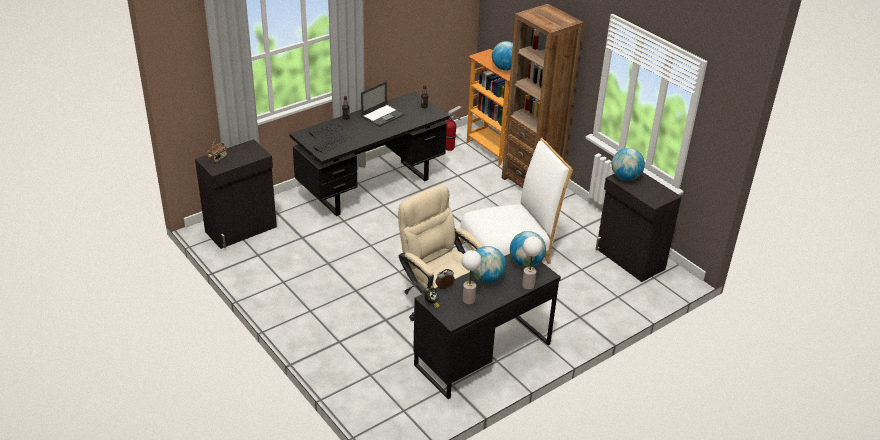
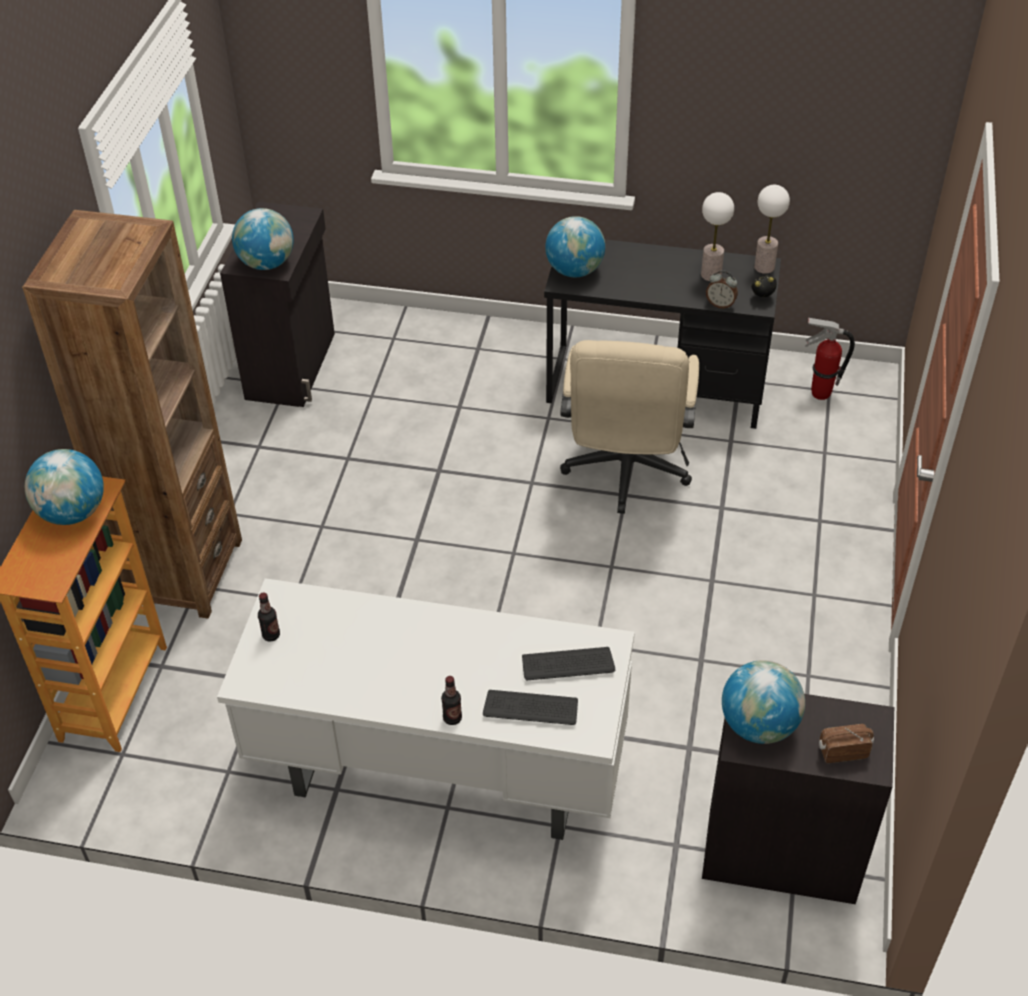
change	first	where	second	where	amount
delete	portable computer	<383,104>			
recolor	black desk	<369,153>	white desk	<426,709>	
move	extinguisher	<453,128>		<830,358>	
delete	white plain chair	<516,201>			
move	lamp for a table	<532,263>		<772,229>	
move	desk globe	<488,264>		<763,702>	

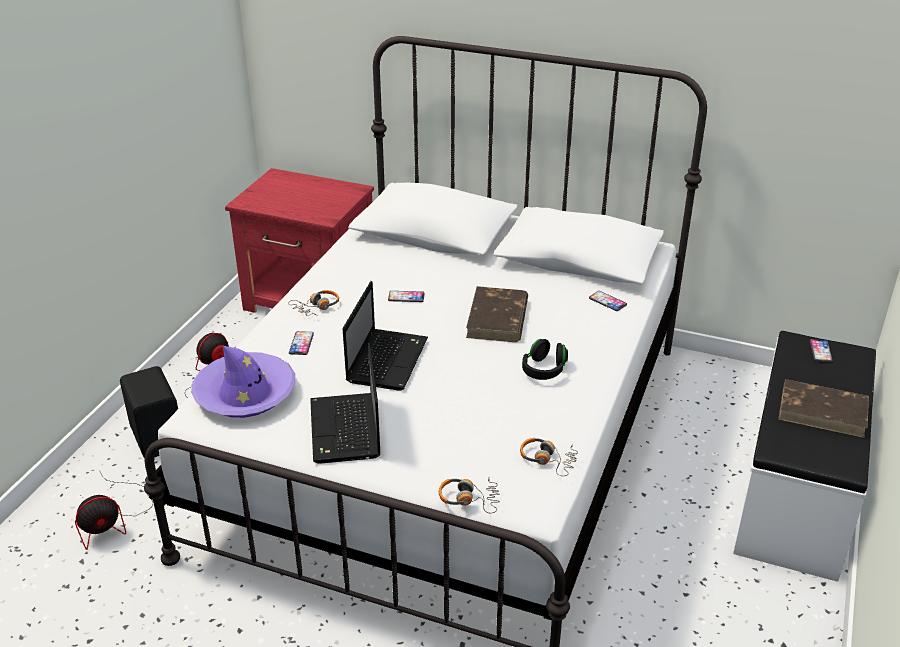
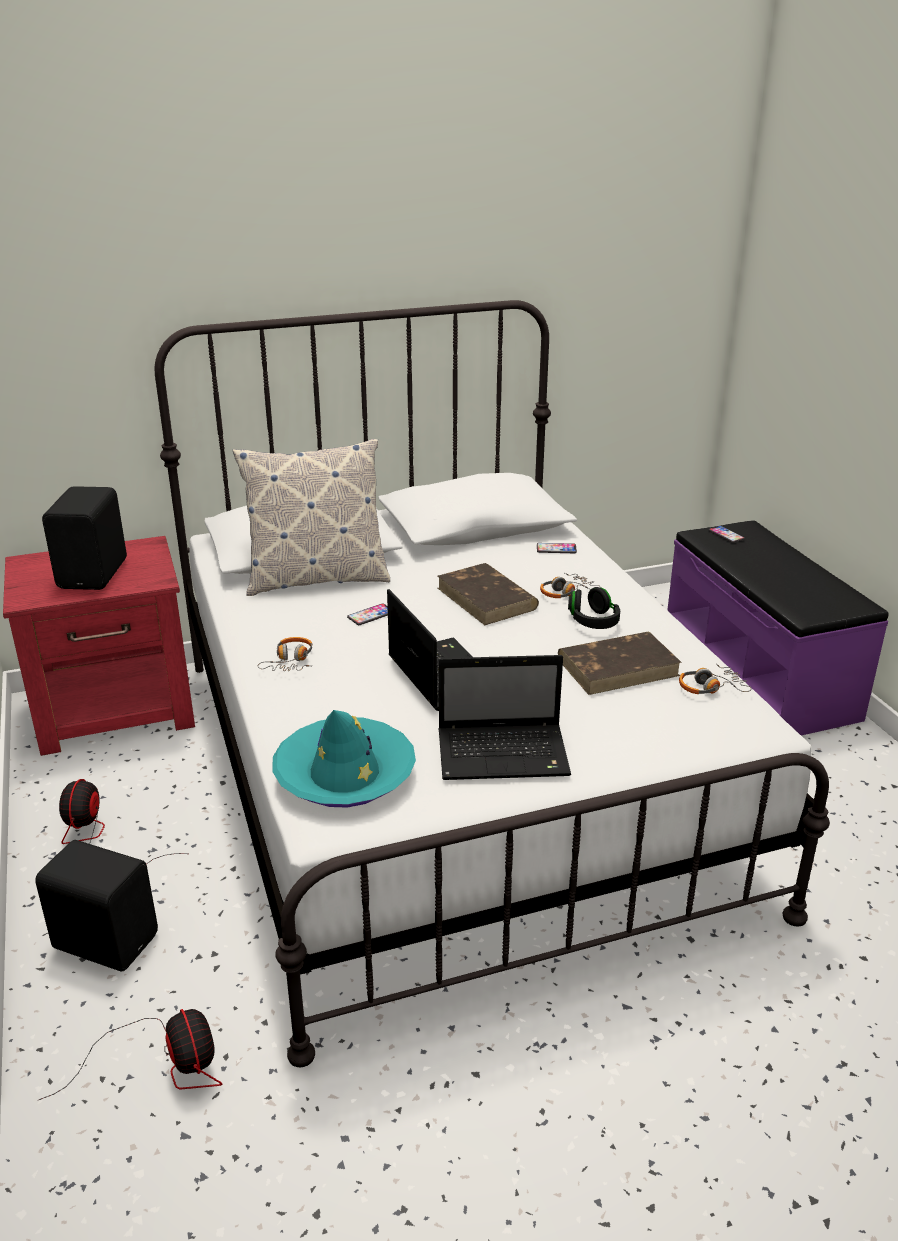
change	first	where	second	where	amount
delete	phone	<301,343>			
recolor	white indoor bench	<804,456>	purplish indoor bench	<778,628>	
rotate	portable computer	<345,403>		<505,717>	45 degrees counterclockwise
recolor	purplish wearable hat	<243,382>	turquoise-coloured wearable hat	<344,759>	
move	brown-coloured book	<823,408>		<620,663>	
rotate	cooling fan	<114,511>		<130,1054>	45 degrees counterclockwise
move	headset	<469,495>		<570,585>	
insert			pillow	<311,517>	
insert			black loudspeaker	<84,538>	

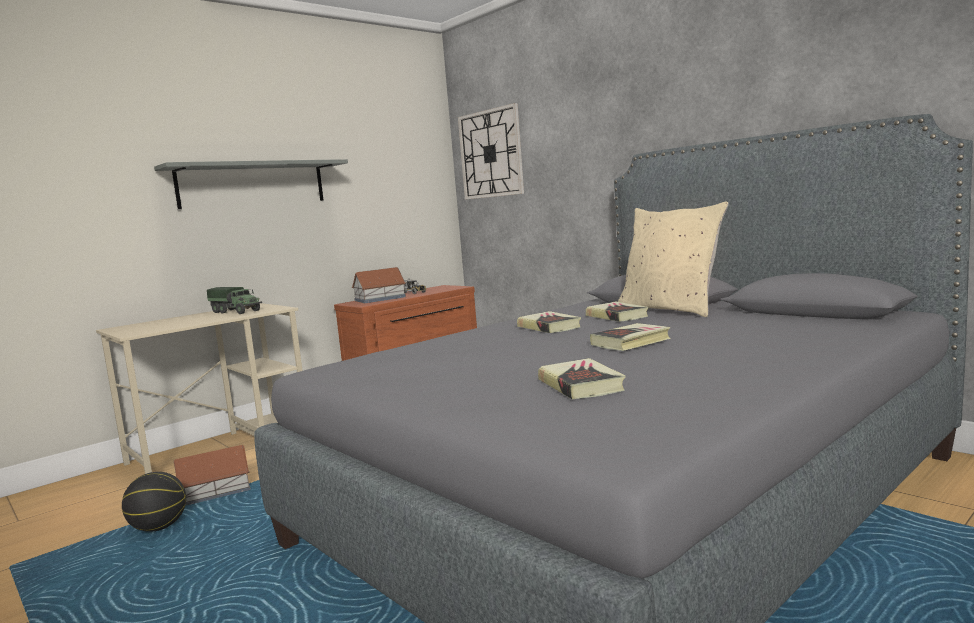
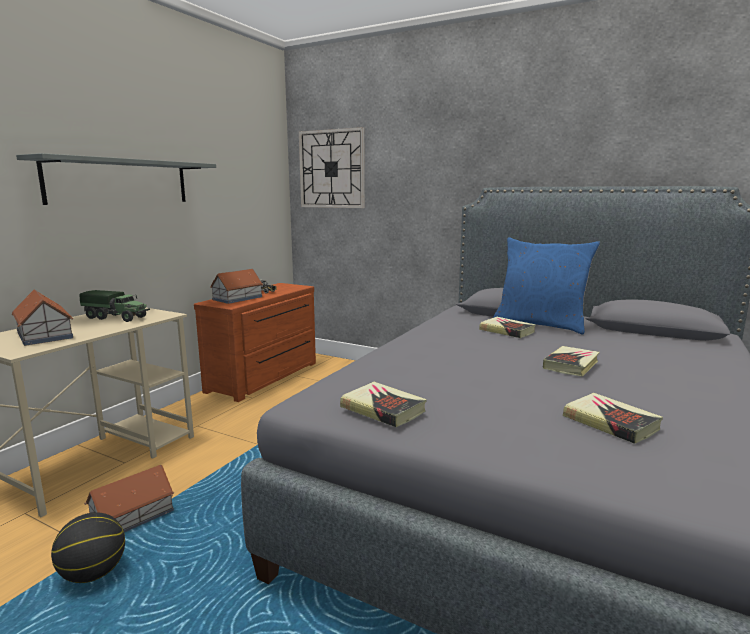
change	first	where	second	where	amount
recolor	sand-coloured pillow	<673,259>	blue pillow	<546,285>	
move	book	<549,322>		<383,404>	
insert			model house	<42,317>	

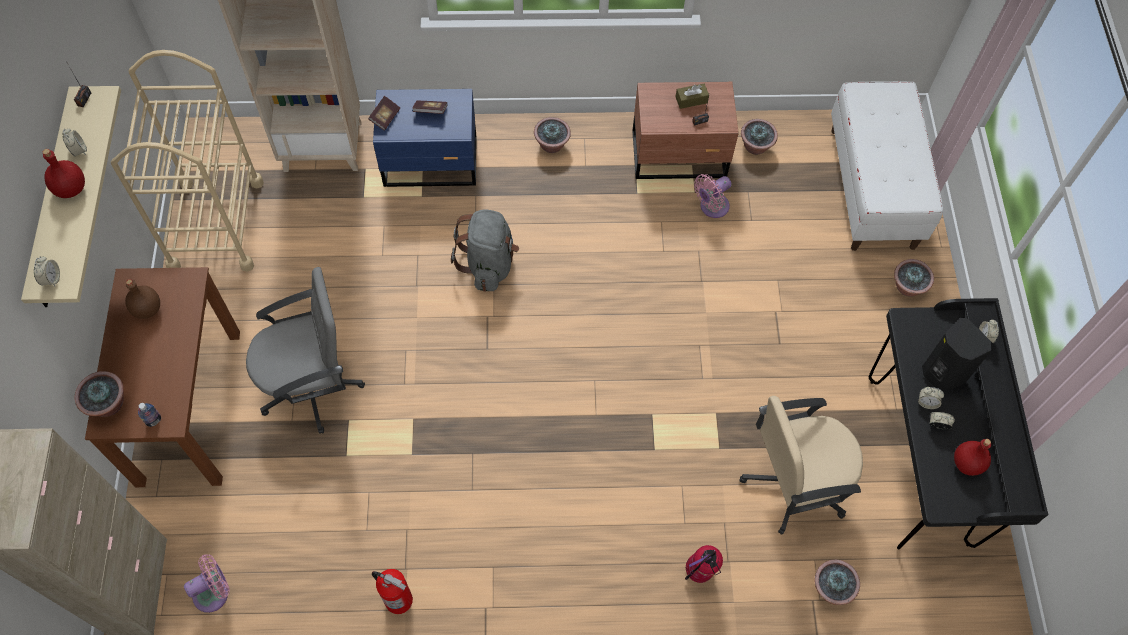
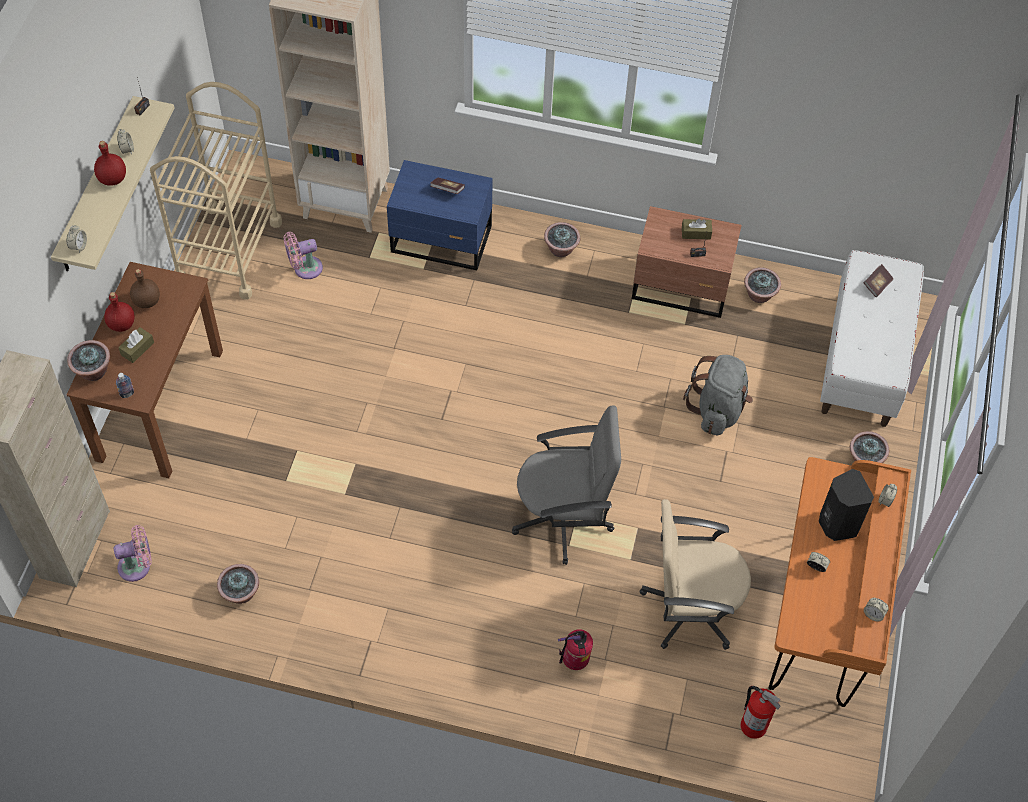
change	first	where	second	where	amount
move	book	<384,113>		<878,280>	
move	pink cooling fan	<713,196>		<303,255>	
move	greyish knapsack	<485,250>		<718,395>	
move	greyish computer chair	<305,350>		<566,485>	
recolor	black desk	<958,424>	orangey desk	<839,582>	
move	alarm clock	<931,398>		<876,610>	
move	red-coloured bottle	<972,457>		<119,312>	
move	potted plant	<837,582>		<238,584>	
move	extinguisher	<392,591>		<761,712>	
insert			brown-coloured tissue holder	<136,345>	

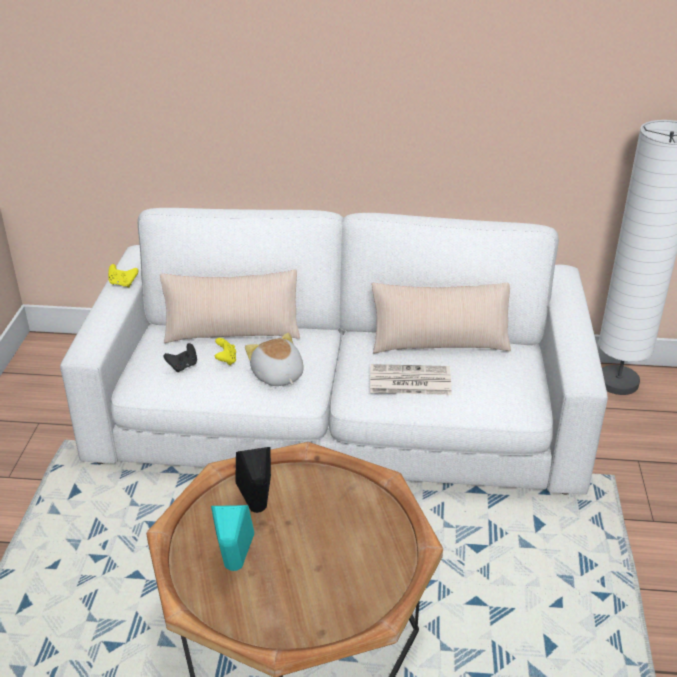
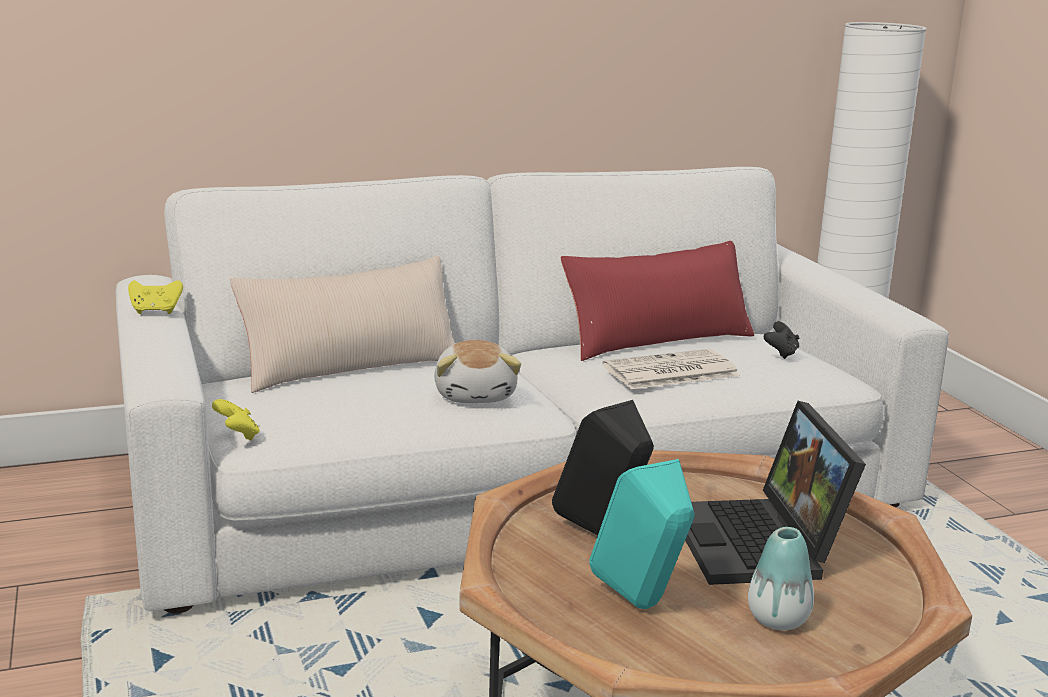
change	first	where	second	where	amount
recolor	sand-coloured pillow	<441,317>	red-coloured pillow	<657,301>	
rotate	plush toy	<274,359>		<477,371>	135 degrees counterclockwise
move	yellowish joypad	<225,352>		<236,420>	
move	black joypad	<180,357>		<781,340>	
insert			portable computer	<775,493>	
insert			decorative vase	<781,578>	

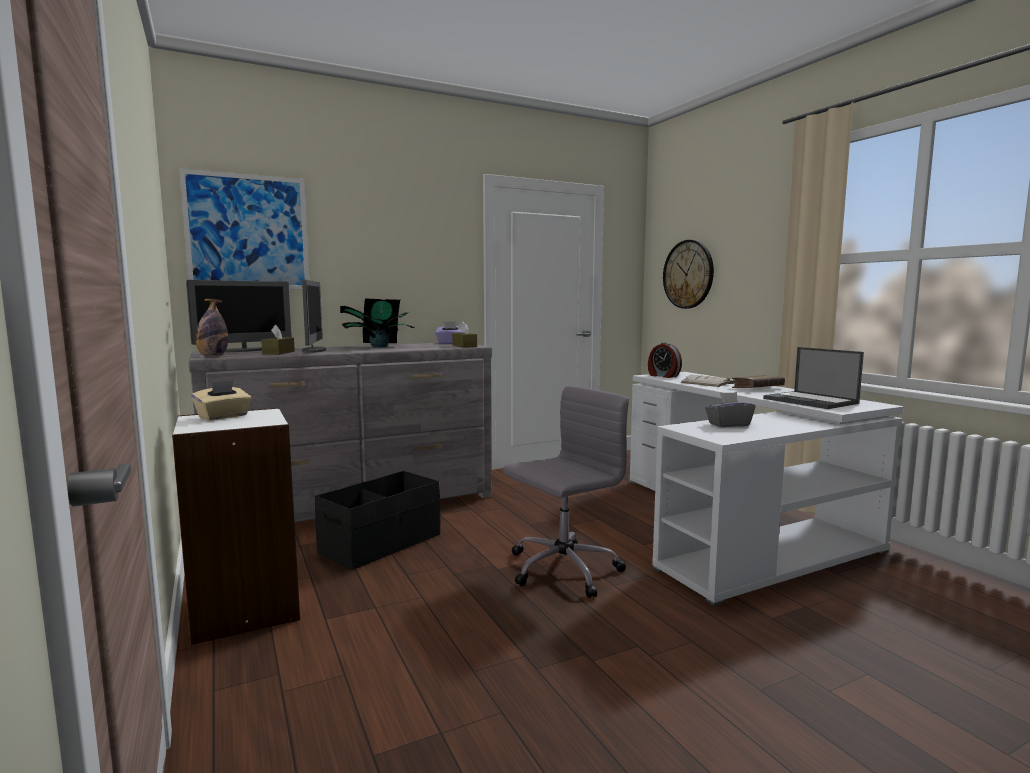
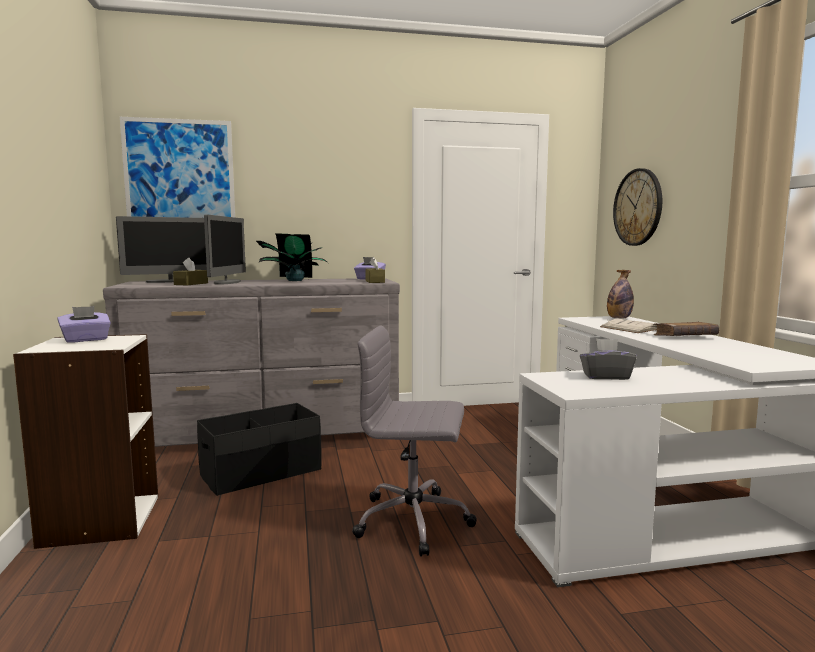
change	first	where	second	where	amount
move	bottle	<212,327>		<620,294>	
delete	alarm clock	<665,360>			
delete	portable computer	<813,378>			
recolor	sand-coloured tissue holder	<221,400>	purplish tissue holder	<84,324>	
rotate	greyish computer chair	<566,492>		<414,440>	150 degrees counterclockwise

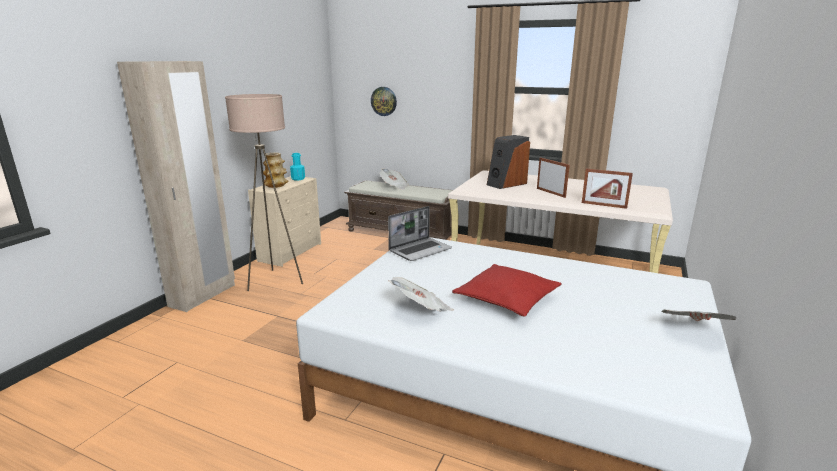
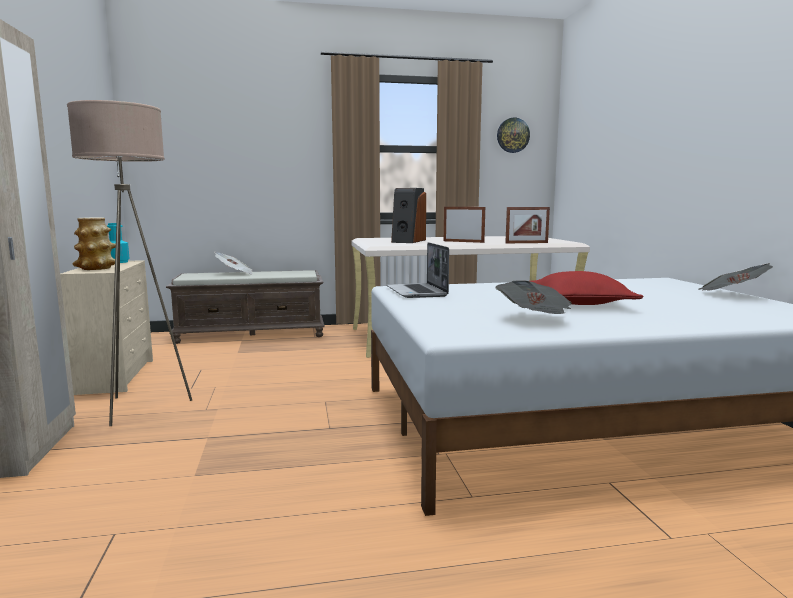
change	first	where	second	where	amount
move	hanging clock	<384,101>		<513,135>	
rotate	portable computer	<420,233>		<417,270>	150 degrees clockwise

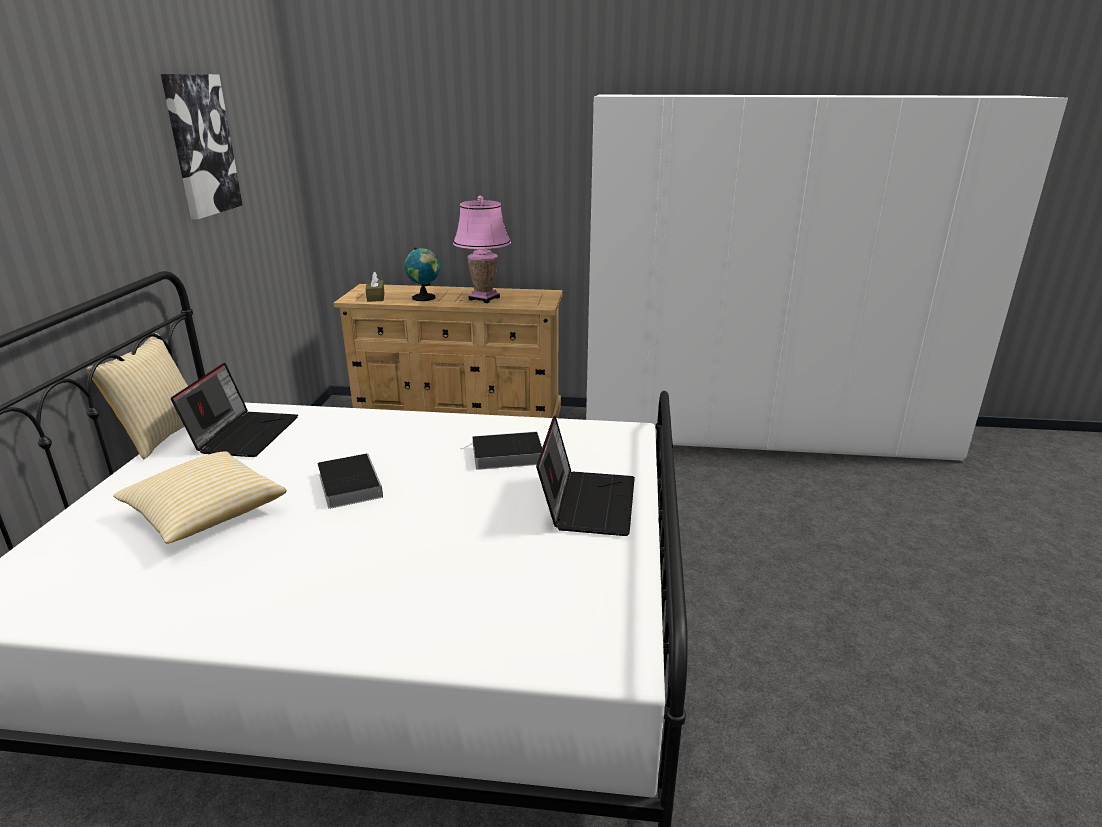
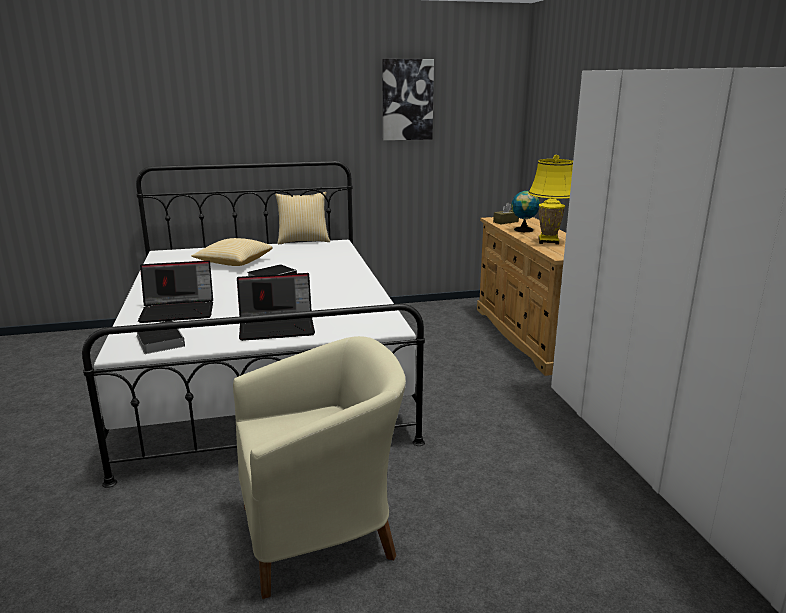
change	first	where	second	where	amount
recolor	pink lamp for a table	<482,249>	yellowish lamp for a table	<550,199>	
move	portable computer	<234,410>		<175,291>	
move	book	<501,451>		<160,337>	
insert			sand-coloured armchair	<319,467>	

